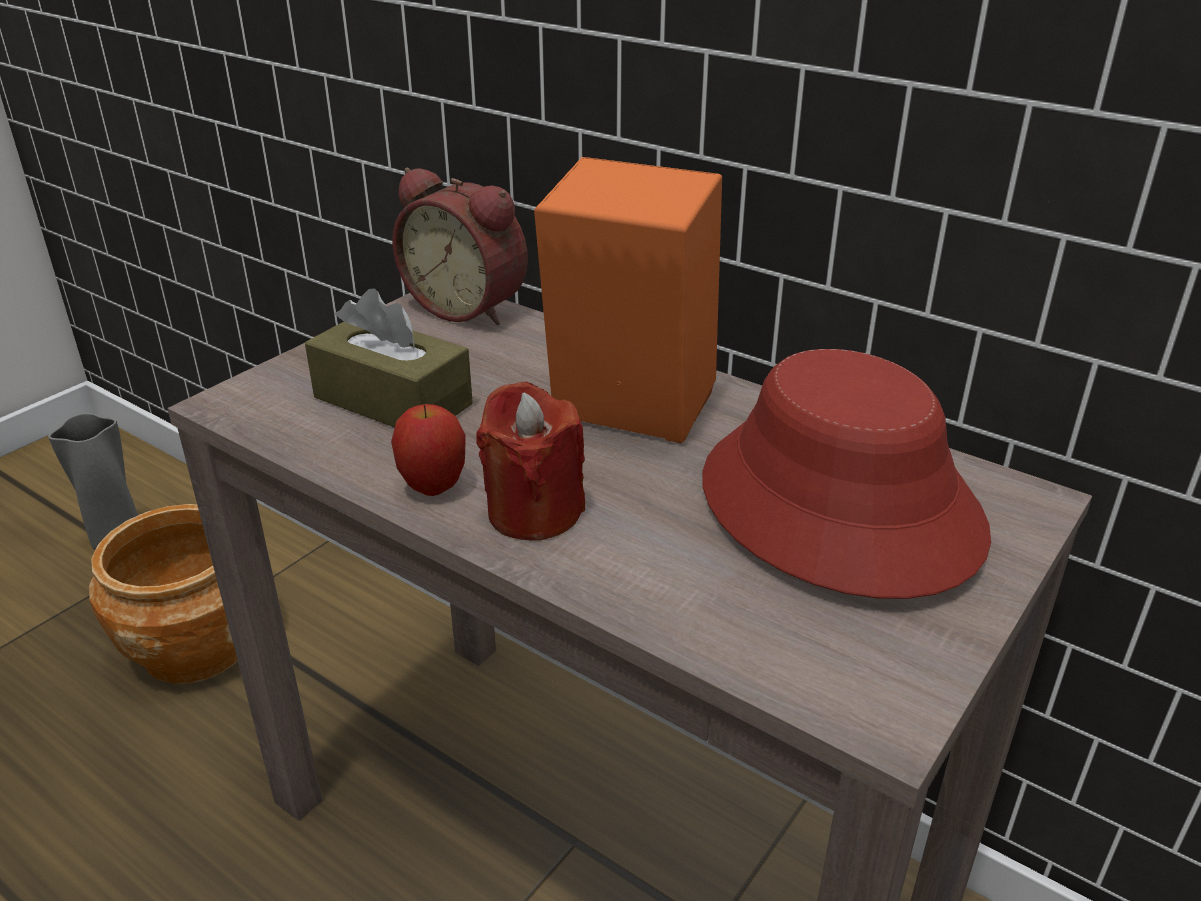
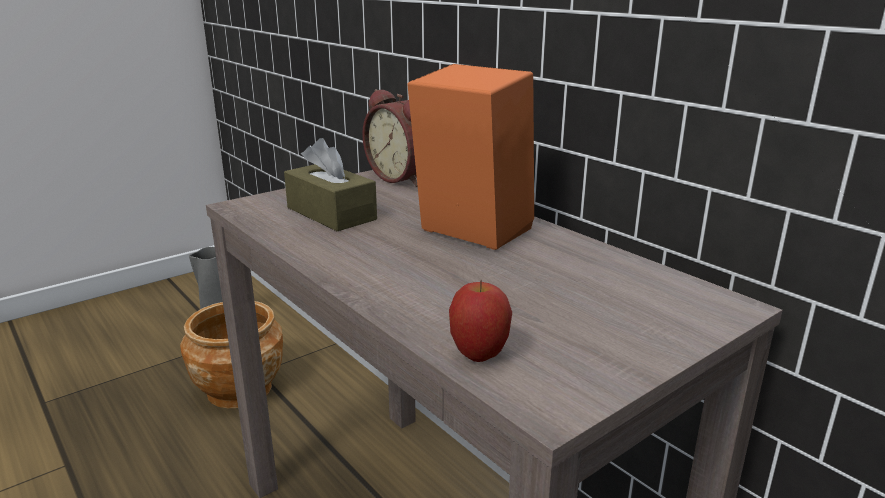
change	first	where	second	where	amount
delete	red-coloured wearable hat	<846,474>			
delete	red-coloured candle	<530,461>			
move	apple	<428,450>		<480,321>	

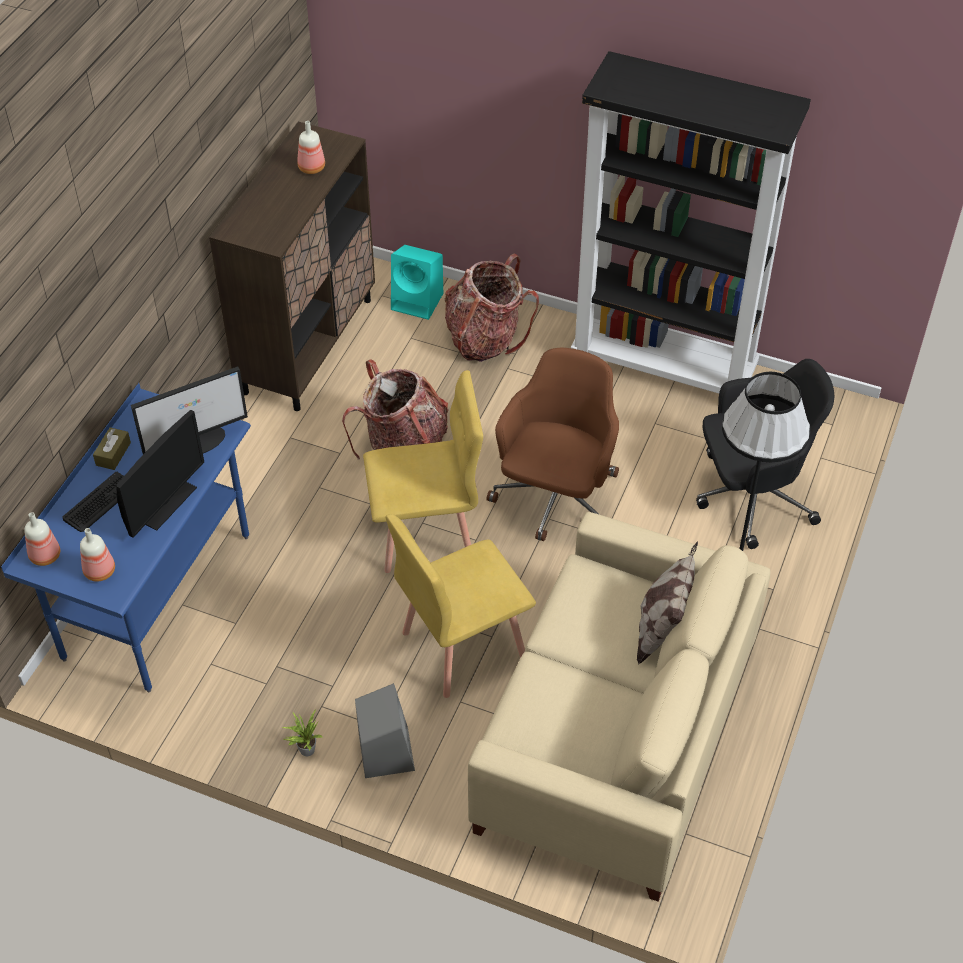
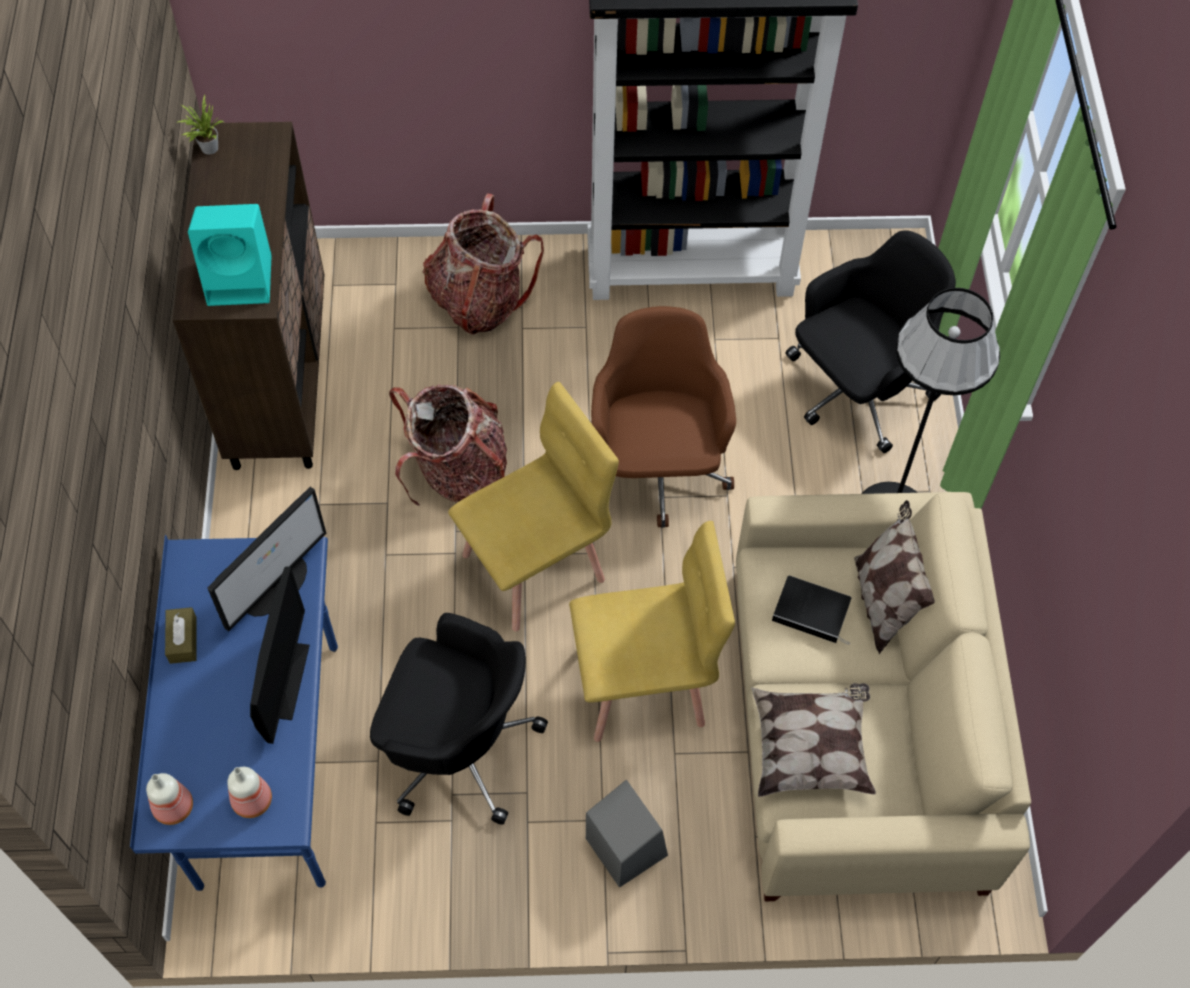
change	first	where	second	where	amount
delete	bottle	<311,147>			
move	turquoise-coloured loudspeaker	<417,282>		<230,255>	
delete	computer keyboard	<93,502>			
rotate	yellowish plain chair	<461,606>		<652,631>	135 degrees counterclockwise
move	potted plant	<302,733>		<199,125>	
insert			book	<811,610>	
insert			black computer chair	<459,719>	
insert			pillow	<813,740>	

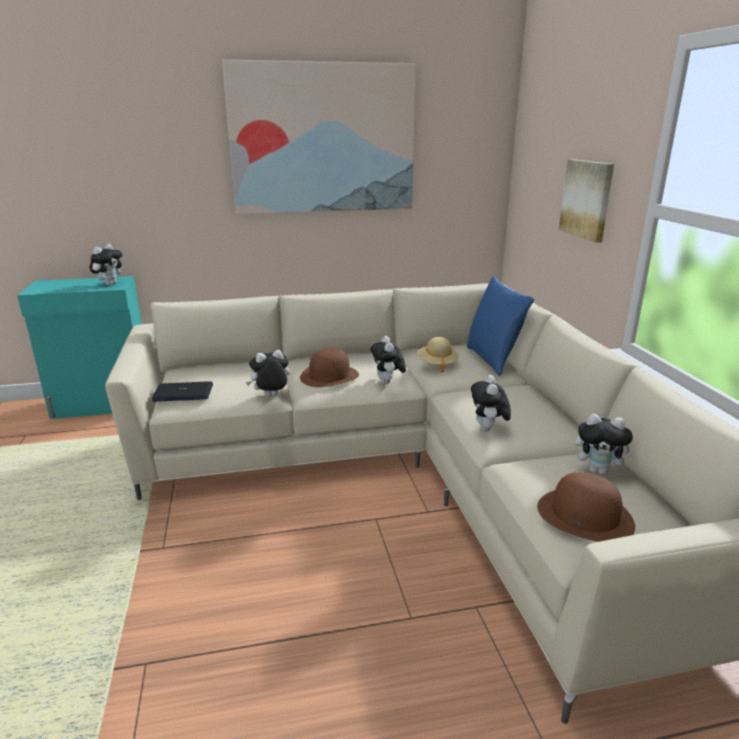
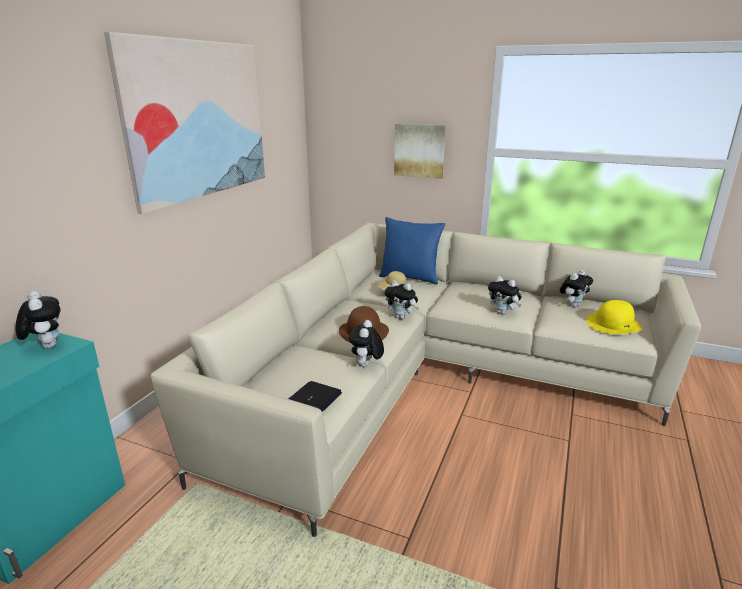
change	first	where	second	where	amount
recolor	brown-coloured wearable hat	<586,507>	yellowish wearable hat	<614,317>	

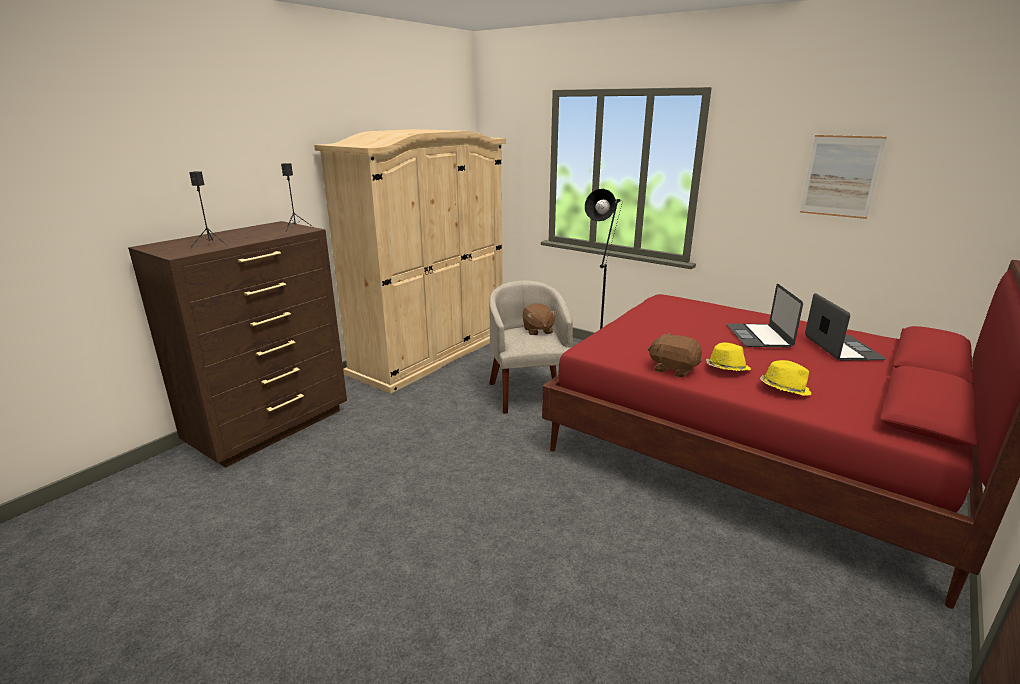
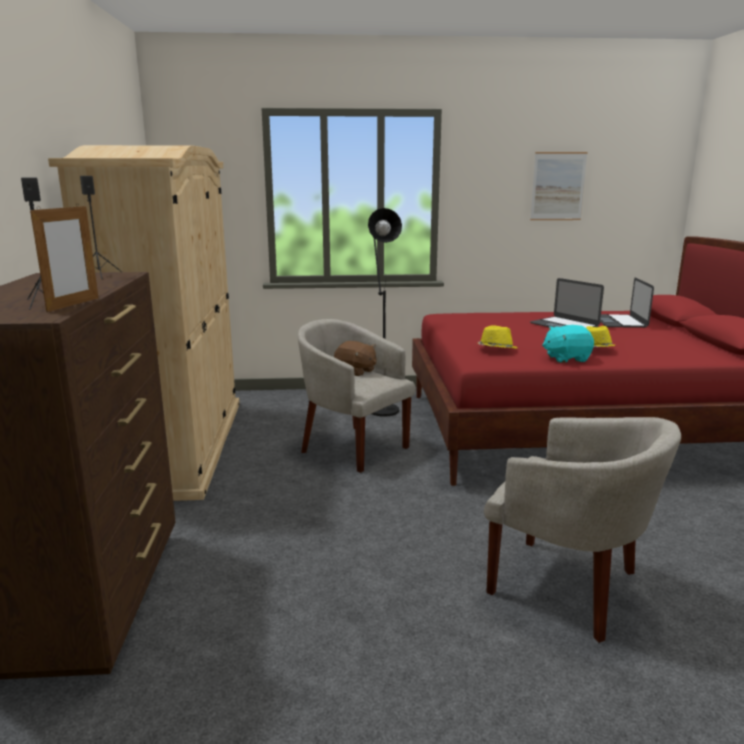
change	first	where	second	where	amount
rotate	portable computer	<845,327>		<627,302>	135 degrees counterclockwise
recolor	brown-coloured plush toy	<675,355>	turquoise-coloured plush toy	<568,344>	
move	yellowish wearable hat	<786,378>		<497,336>	
insert			standing frame	<64,257>	
insert			sand-coloured armchair	<582,530>	

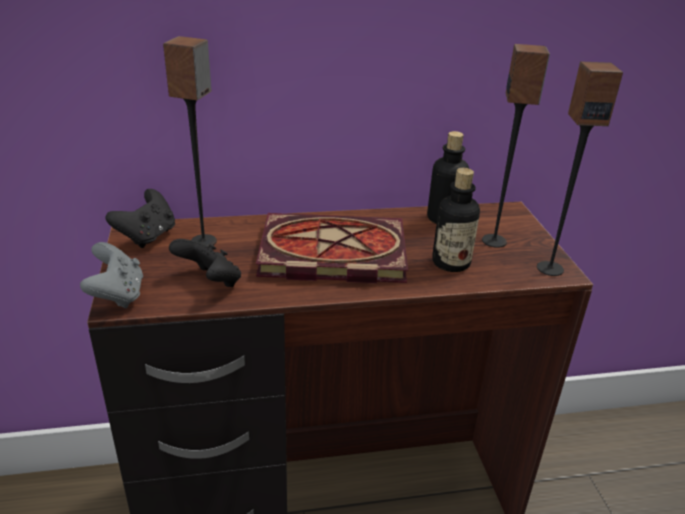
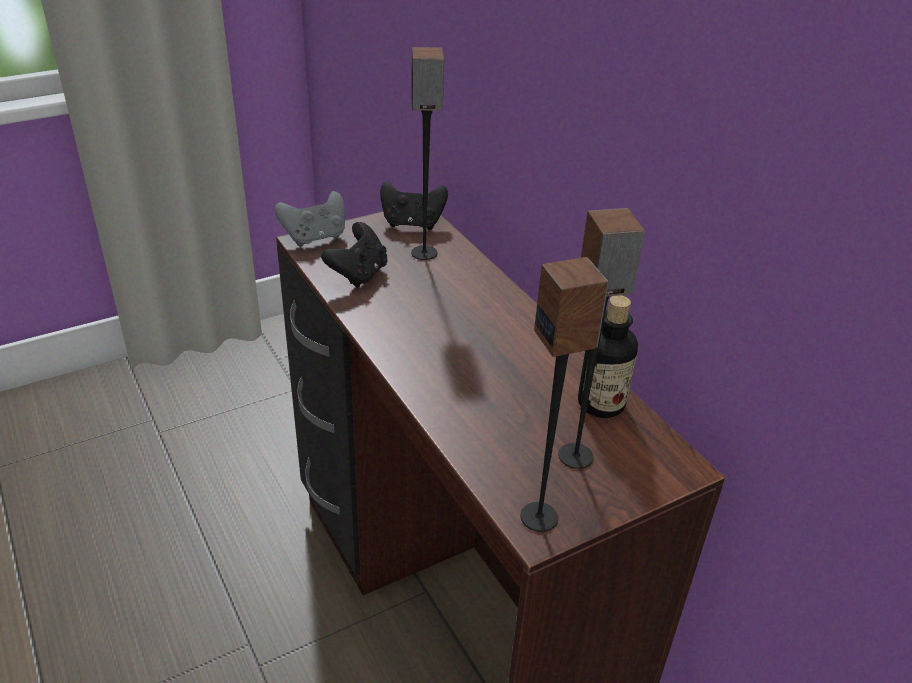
change	first	where	second	where	amount
delete	bottle	<456,220>			
delete	book	<332,248>			

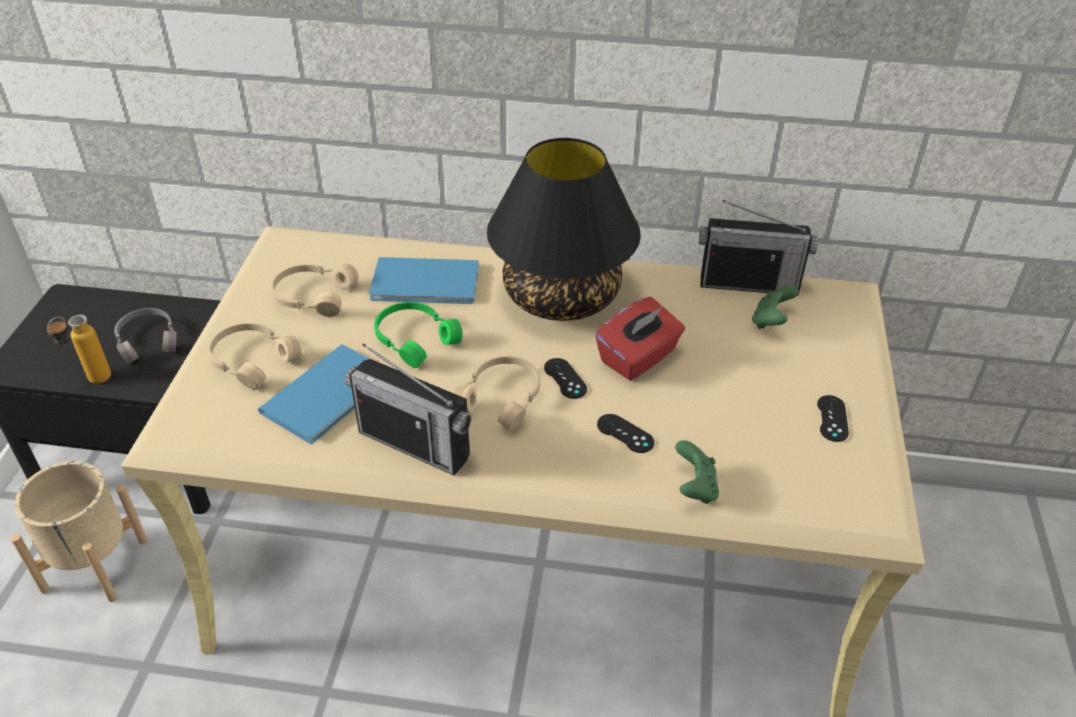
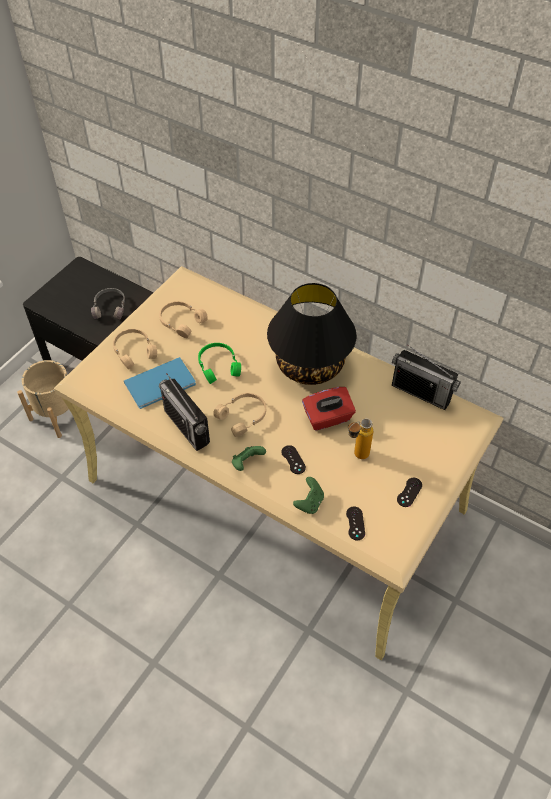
change	first	where	second	where	amount
delete	blue book	<424,280>			
move	green-coloured joypad	<775,307>		<249,458>	
move	bottle	<79,349>		<360,438>	
move	black joypad	<565,378>		<355,524>	

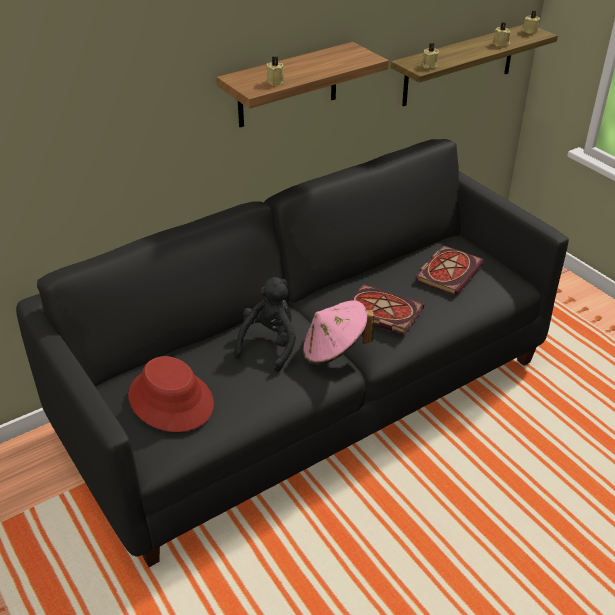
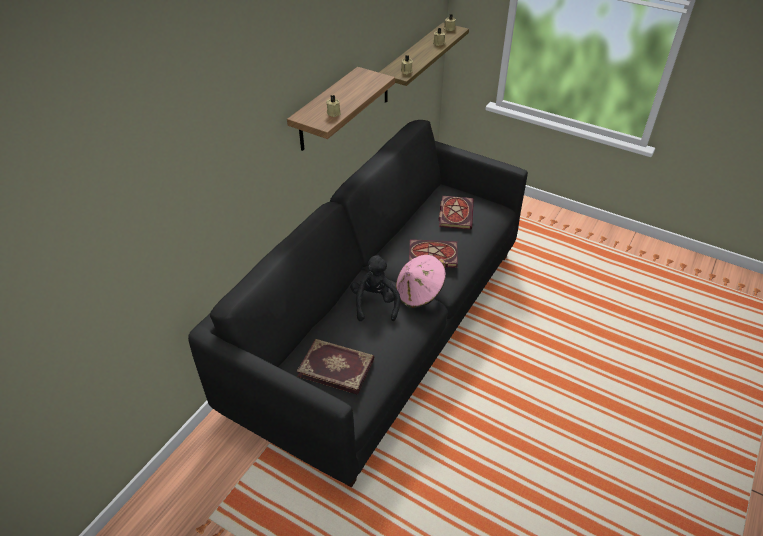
change	first	where	second	where	amount
replace	red-coloured wearable hat	<171,394>	book	<335,367>	

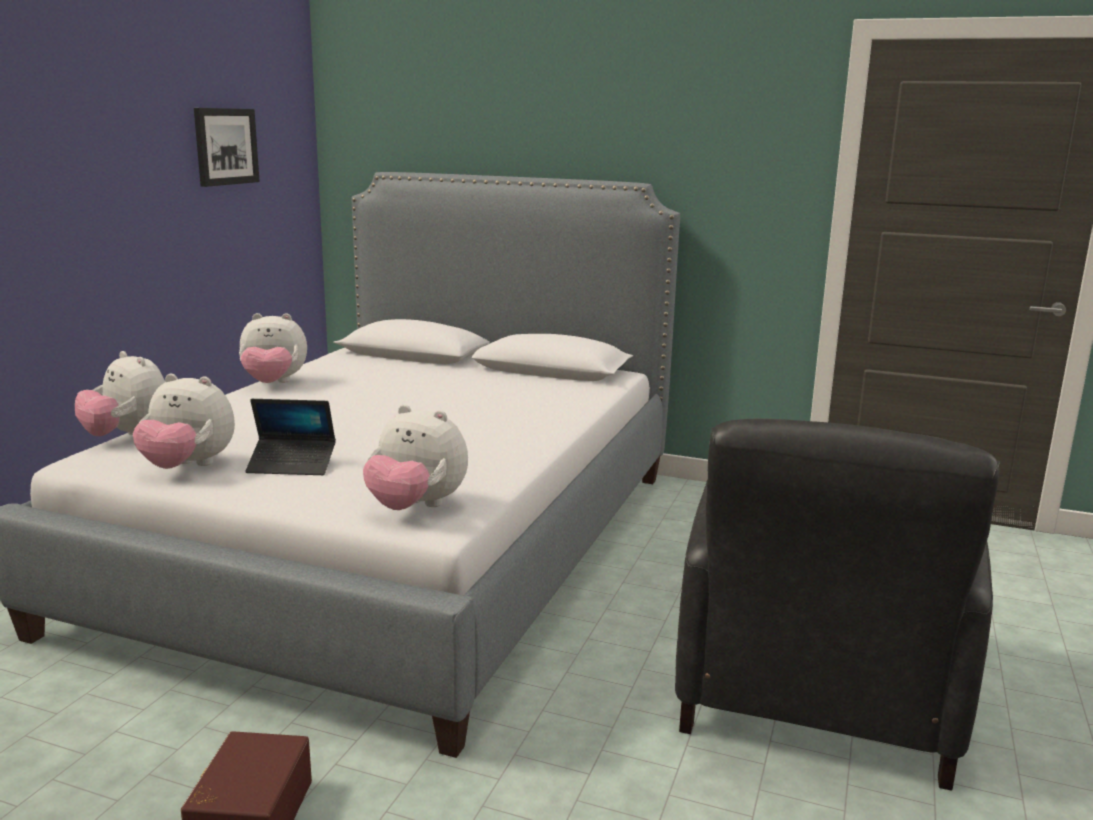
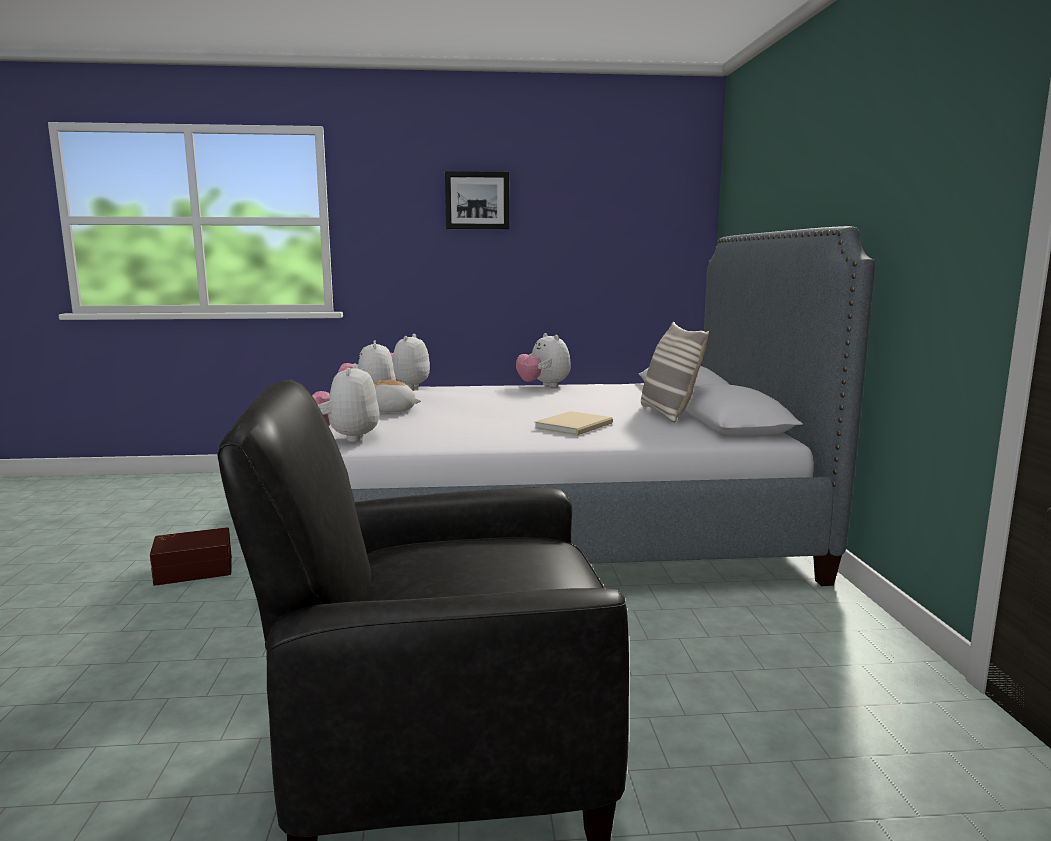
change	first	where	second	where	amount
move	wall picture	<227,147>		<477,200>	
replace	portable computer	<290,437>	plush toy	<397,396>	
insert			pillow	<675,372>	
insert			sand-coloured book	<574,423>	

